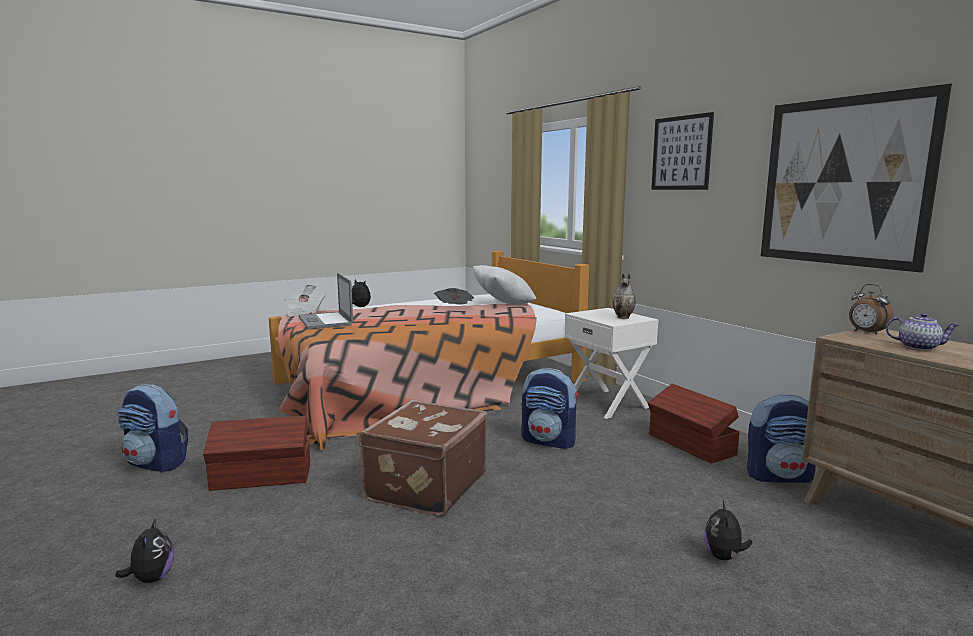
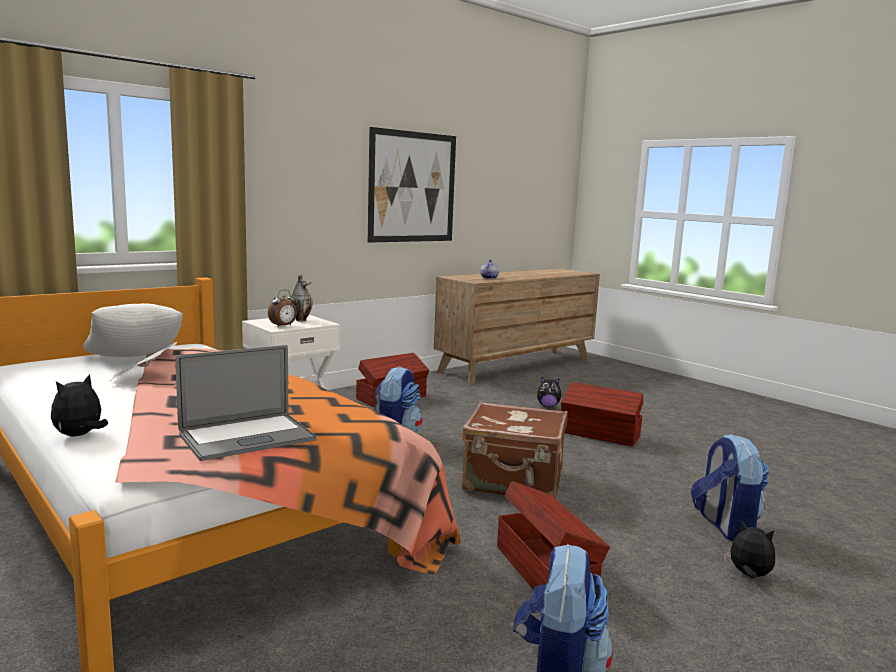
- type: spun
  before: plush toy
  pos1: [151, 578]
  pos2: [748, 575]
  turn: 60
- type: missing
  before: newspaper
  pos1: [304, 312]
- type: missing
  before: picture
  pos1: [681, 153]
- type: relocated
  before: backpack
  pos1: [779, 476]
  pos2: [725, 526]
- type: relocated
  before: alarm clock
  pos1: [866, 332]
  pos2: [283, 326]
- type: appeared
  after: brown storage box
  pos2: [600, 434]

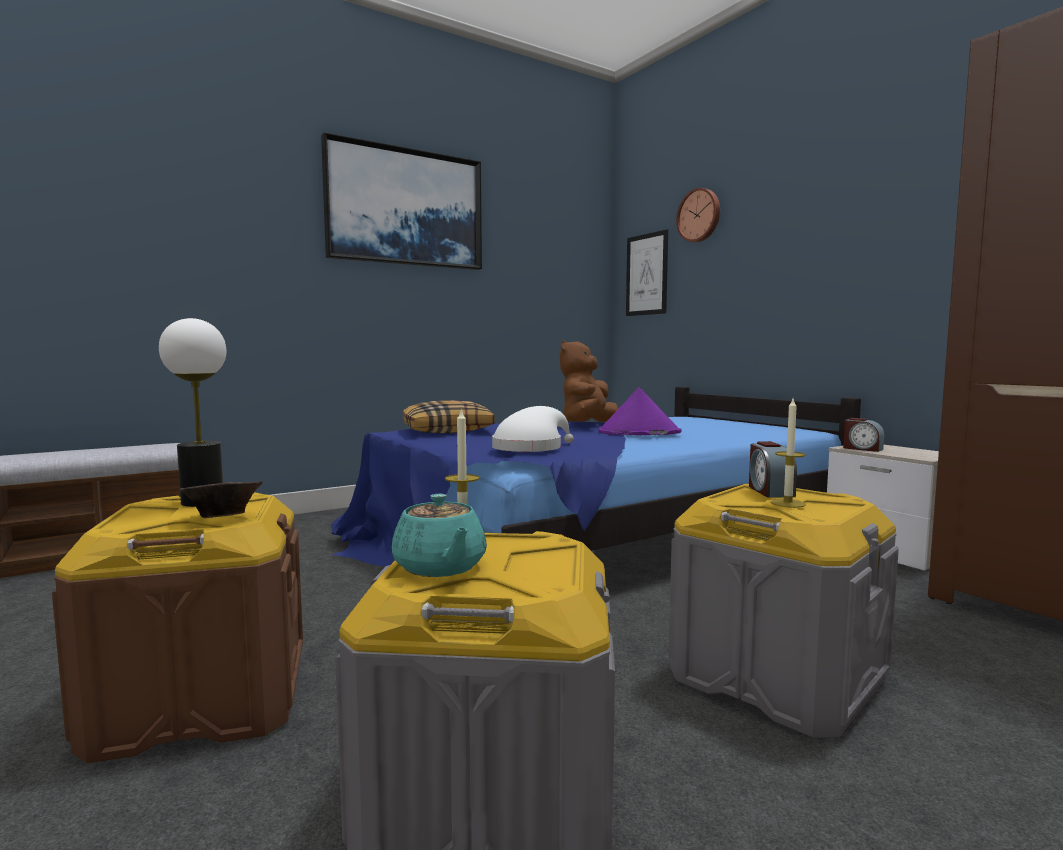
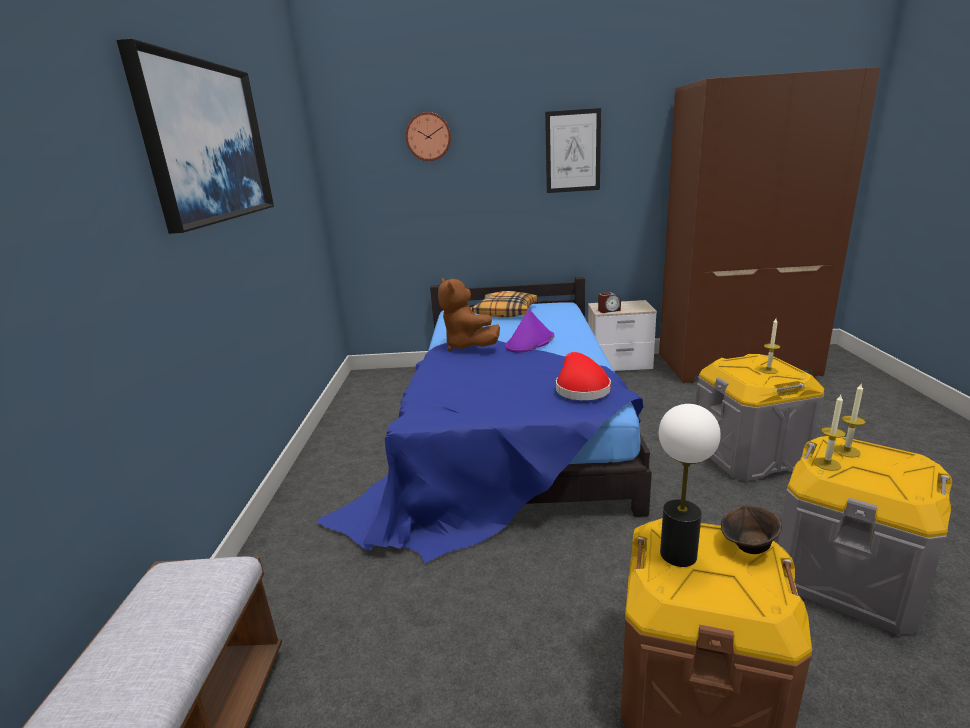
- type: missing
  before: turquoise teapot
  pos1: [440, 567]
- type: relocated
  before: pillow
  pos1: [448, 430]
  pos2: [506, 312]
- type: colour
  before: white hat
  after: red hat
  pos1: [531, 448]
  pos2: [580, 388]
- type: relocated
  before: picture
  pos1: [646, 274]
  pos2: [573, 151]
- type: missing
  before: alarm clock
  pos1: [769, 491]
- type: appeared
  after: candle
  pos2: [846, 451]

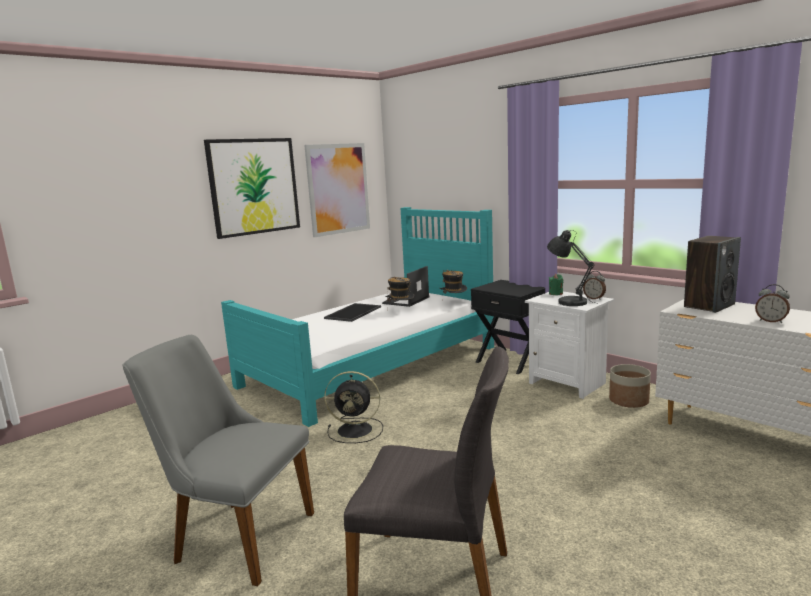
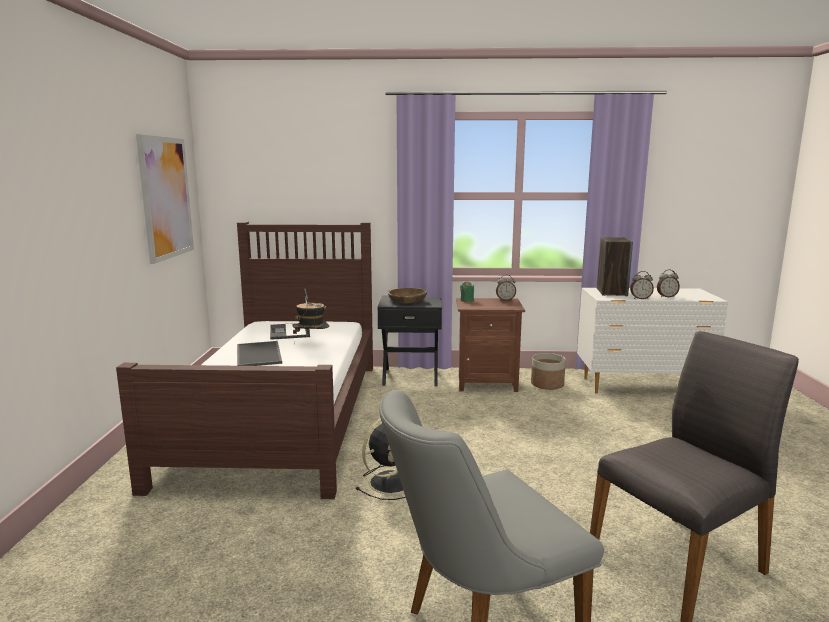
- type: missing
  before: picture
  pos1: [254, 186]
- type: colour
  before: turquoise bed
  after: brown bed
  pos1: [372, 365]
  pos2: [282, 416]
- type: missing
  before: hat
  pos1: [453, 303]
- type: colour
  before: white nightstand
  after: brown nightstand
  pos1: [568, 383]
  pos2: [486, 383]
- type: missing
  before: grey table lamp
  pos1: [569, 302]
- type: appeared
  after: brown bowl
  pos2: [407, 301]
- type: appeared
  after: alarm clock
  pos2: [640, 298]

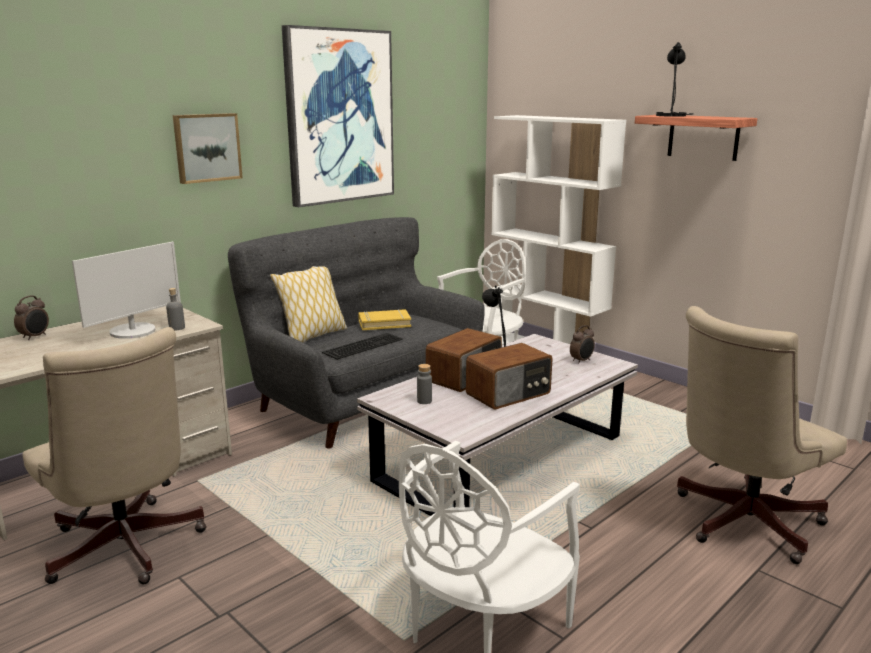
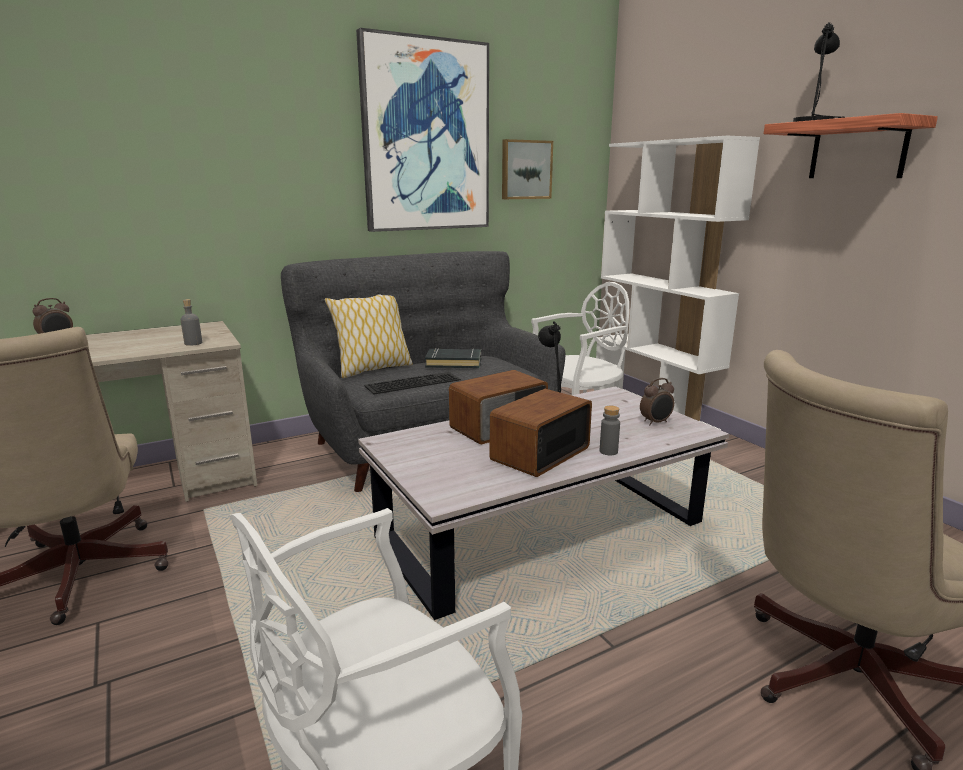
- type: missing
  before: monitor
  pos1: [133, 331]
- type: relocated
  before: picture
  pos1: [207, 147]
  pos2: [525, 170]
- type: colour
  before: yellow book
  after: black book
  pos1: [384, 323]
  pos2: [454, 363]
- type: relocated
  before: grey bottle
  pos1: [424, 401]
  pos2: [608, 451]
- type: spun
  before: radio
  pos1: [509, 394]
  pos2: [538, 453]
  turn: 150

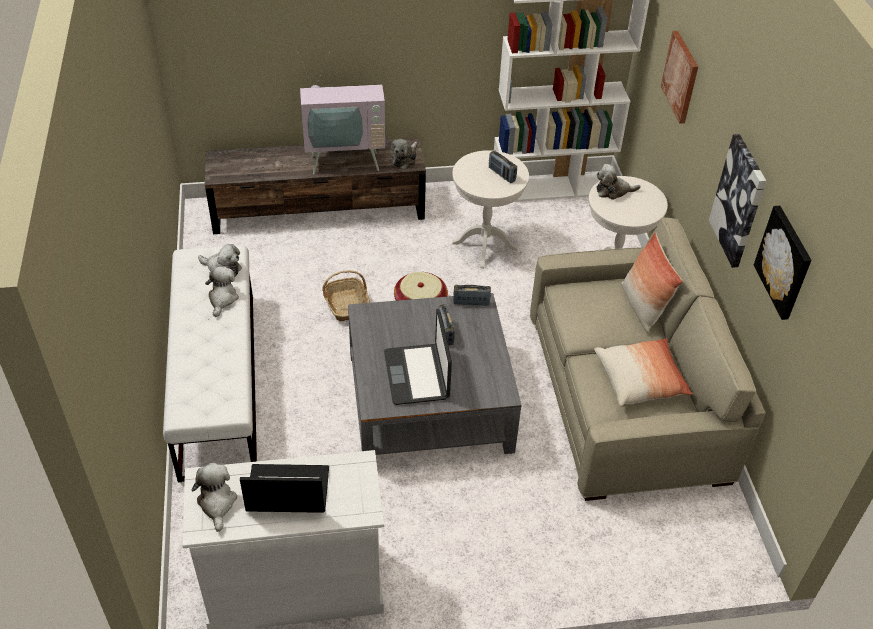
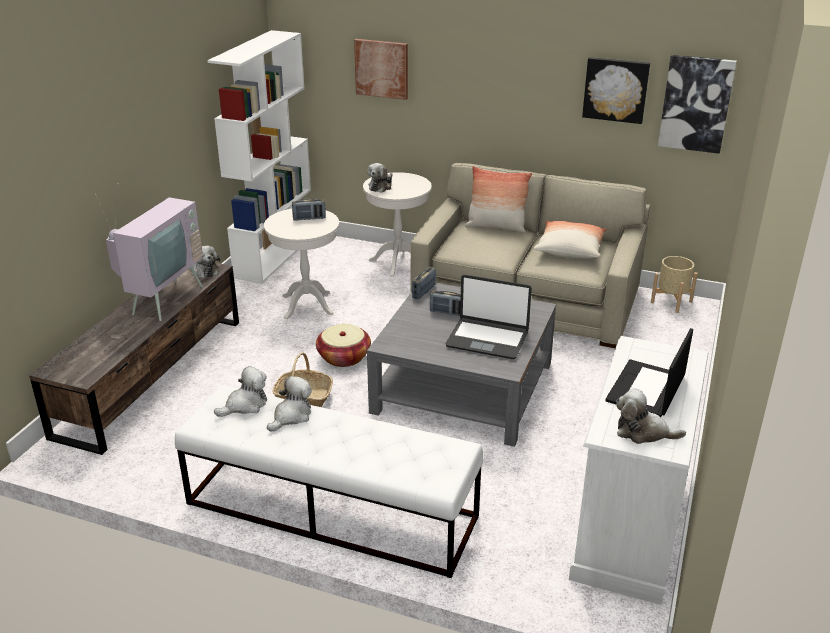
- type: spun
  before: plush toy
  pos1: [222, 299]
  pos2: [291, 416]
  turn: 90
- type: relocated
  before: picture
  pos1: [739, 201]
  pos2: [696, 103]
- type: appeared
  after: beige planter
  pos2: [671, 302]

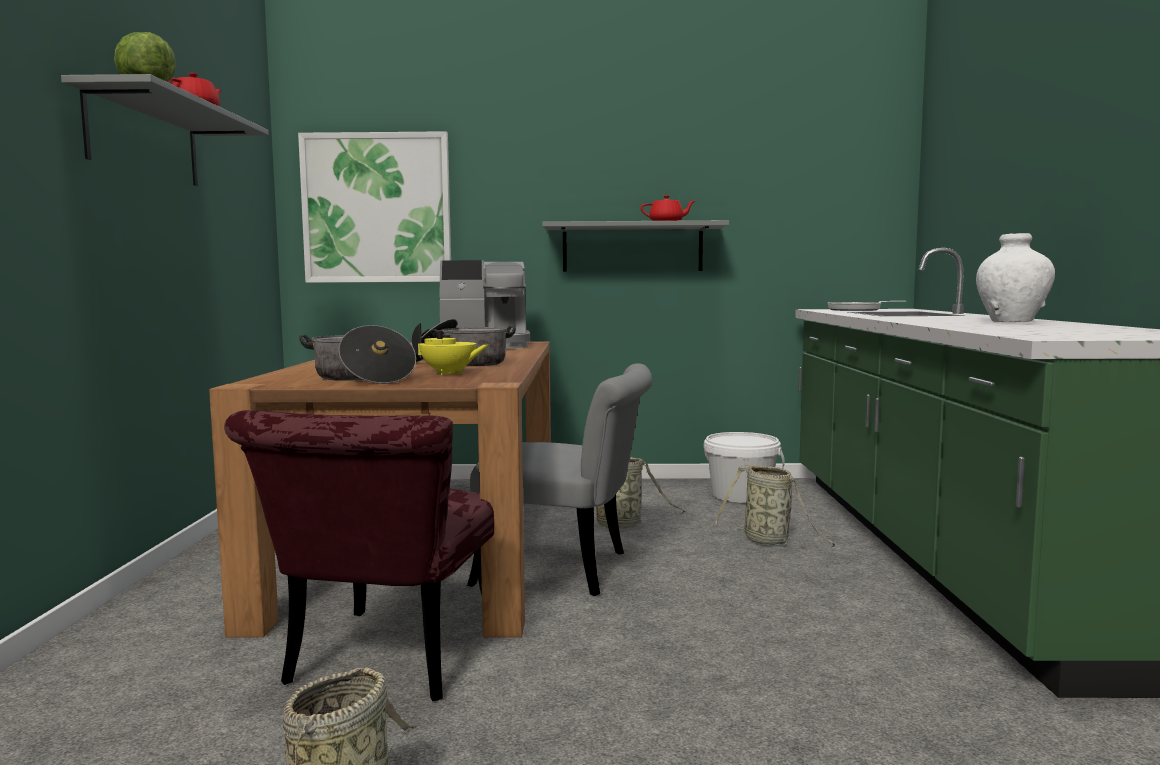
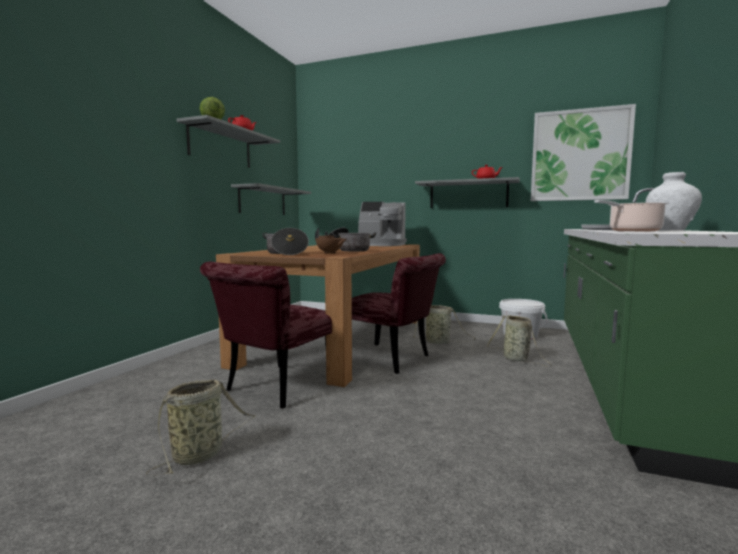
- type: relocated
  before: picture
  pos1: [377, 208]
  pos2: [579, 155]
- type: colour
  before: yellow teapot
  after: brown teapot
  pos1: [449, 373]
  pos2: [330, 253]
- type: colour
  before: grey chair
  after: red chair
  pos1: [569, 570]
  pos2: [393, 360]
- type: appeared
  after: grey shelf
  pos2: [262, 201]
- type: appeared
  after: cooking pot
  pos2: [632, 231]

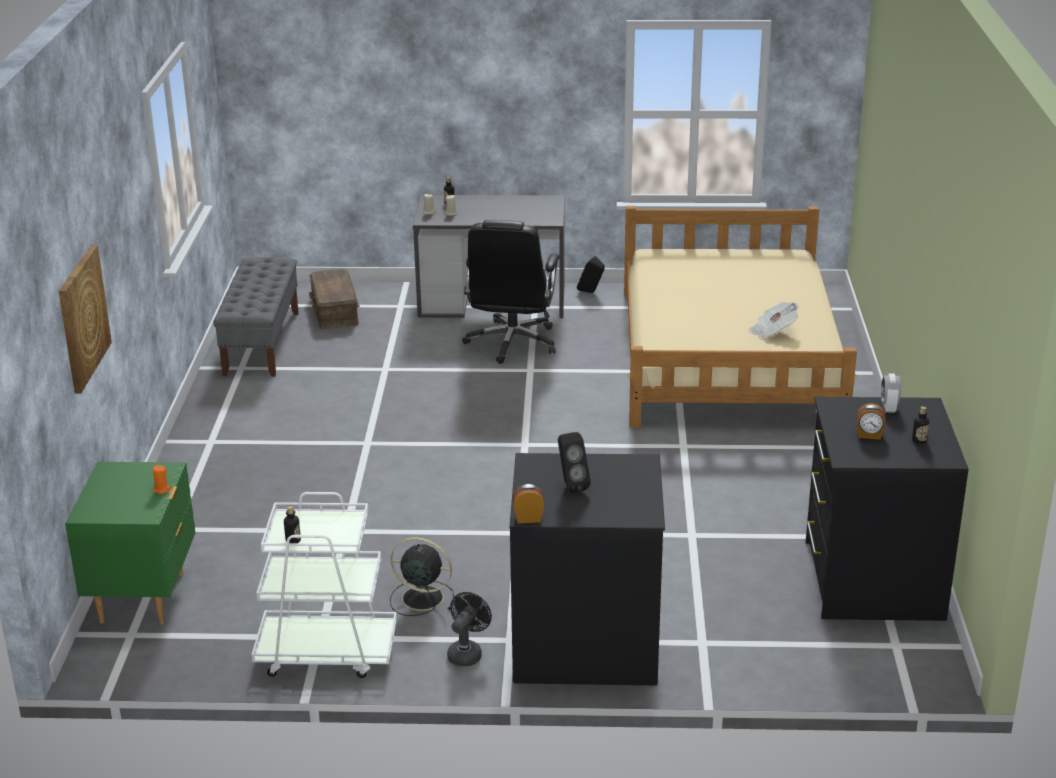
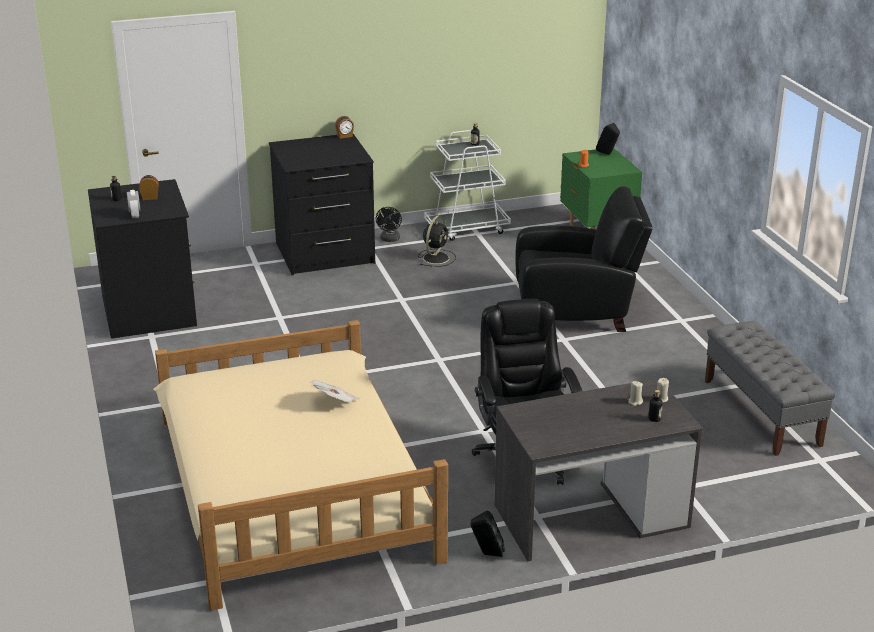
- type: missing
  before: picture
  pos1: [82, 318]
- type: missing
  before: brown storage box
  pos1: [335, 310]
- type: spun
  before: black fan
  pos1: [420, 598]
  pos2: [436, 258]
  turn: -60
- type: relocated
  before: black speaker
  pos1: [571, 486]
  pos2: [608, 154]
- type: relocated
  before: newspaper
  pos1: [773, 331]
  pos2: [335, 402]
- type: appeared
  after: black armchair
  pos2: [577, 313]

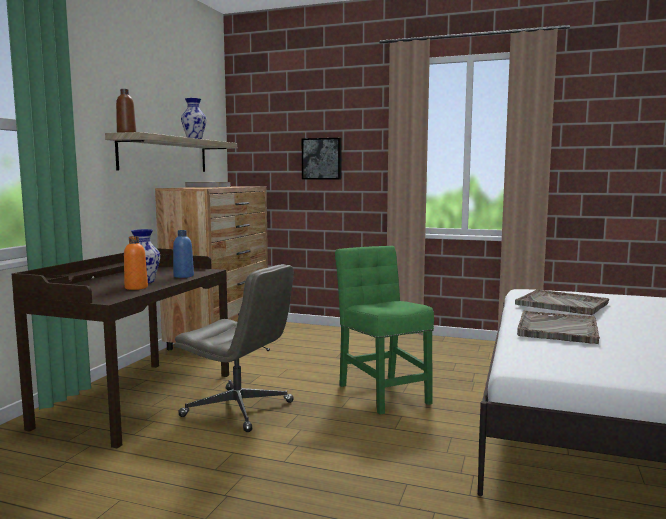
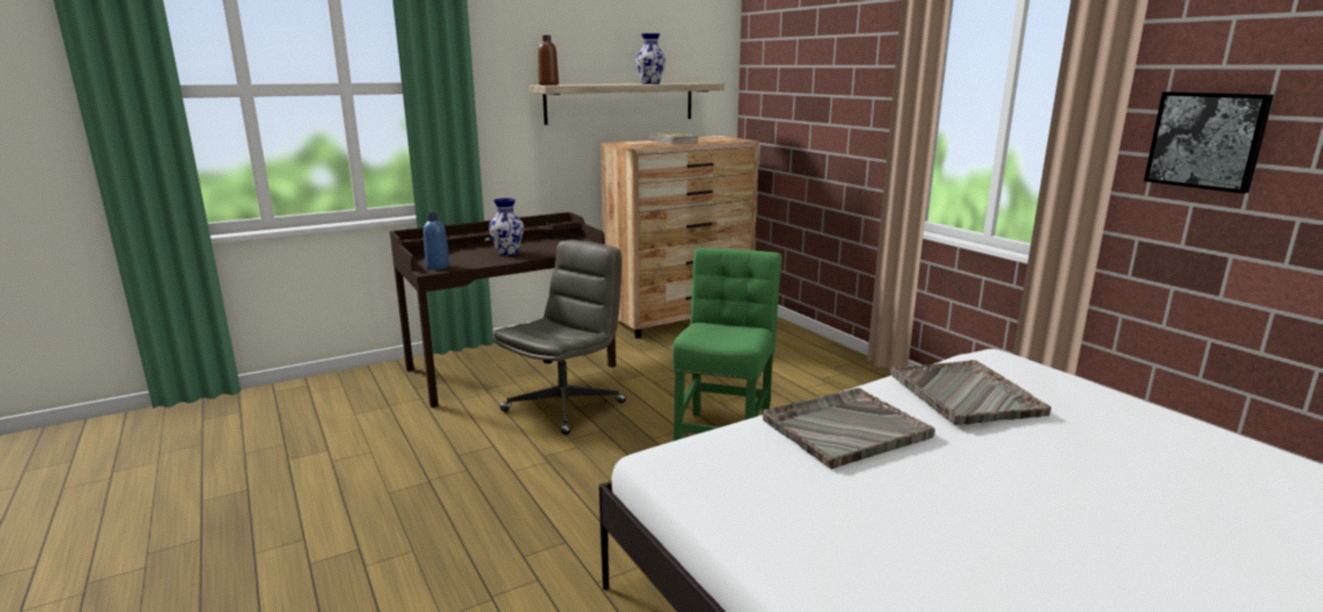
- type: missing
  before: orange bottle
  pos1: [136, 287]
- type: relocated
  before: blue bottle
  pos1: [183, 276]
  pos2: [437, 266]
- type: spun
  before: grey office chair
  pos1: [239, 409]
  pos2: [564, 406]
  turn: -120
- type: relocated
  before: picture
  pos1: [322, 158]
  pos2: [1207, 140]

